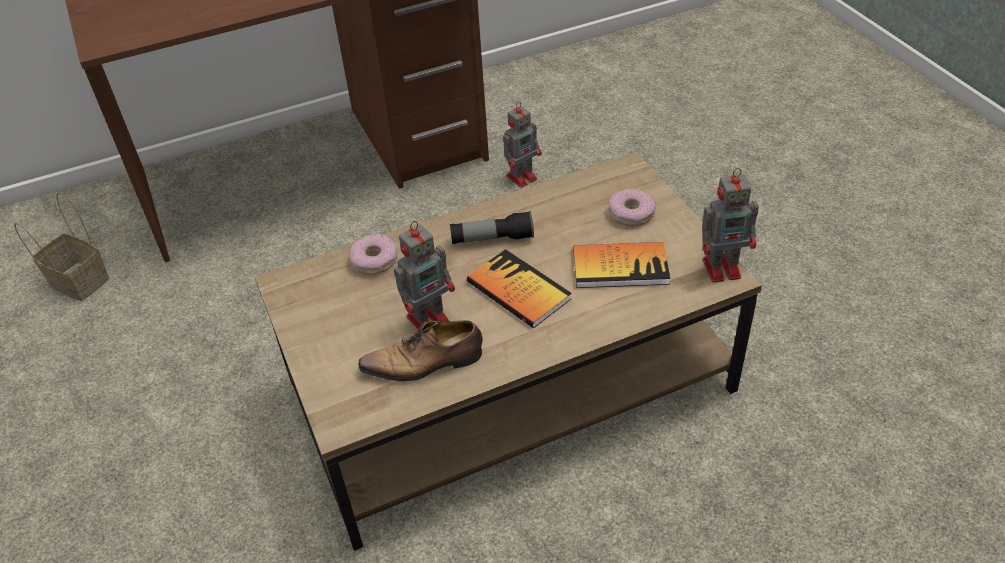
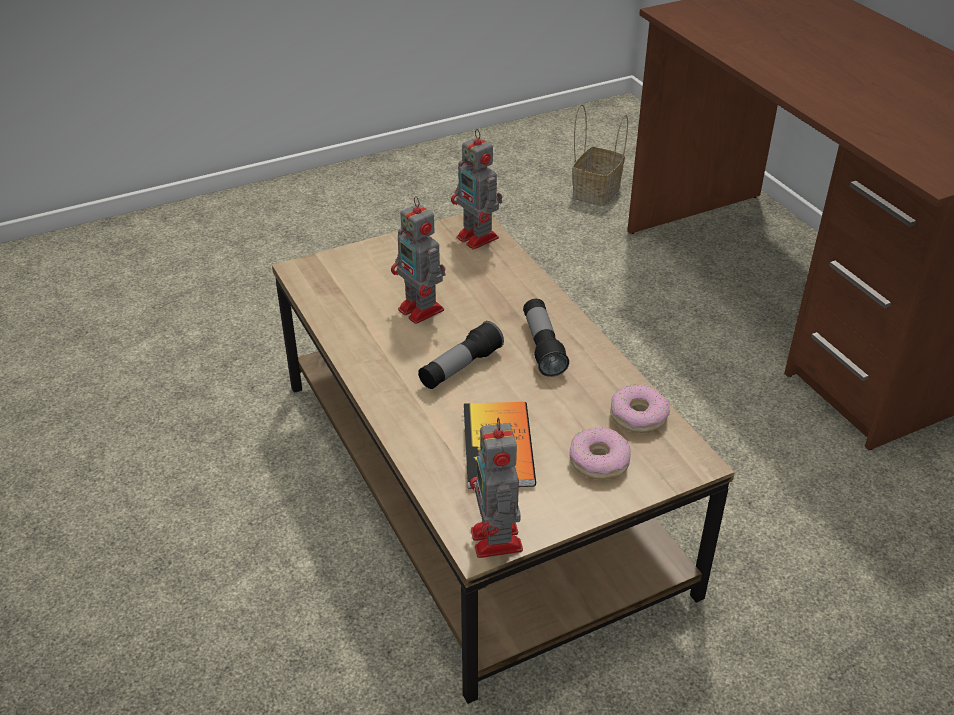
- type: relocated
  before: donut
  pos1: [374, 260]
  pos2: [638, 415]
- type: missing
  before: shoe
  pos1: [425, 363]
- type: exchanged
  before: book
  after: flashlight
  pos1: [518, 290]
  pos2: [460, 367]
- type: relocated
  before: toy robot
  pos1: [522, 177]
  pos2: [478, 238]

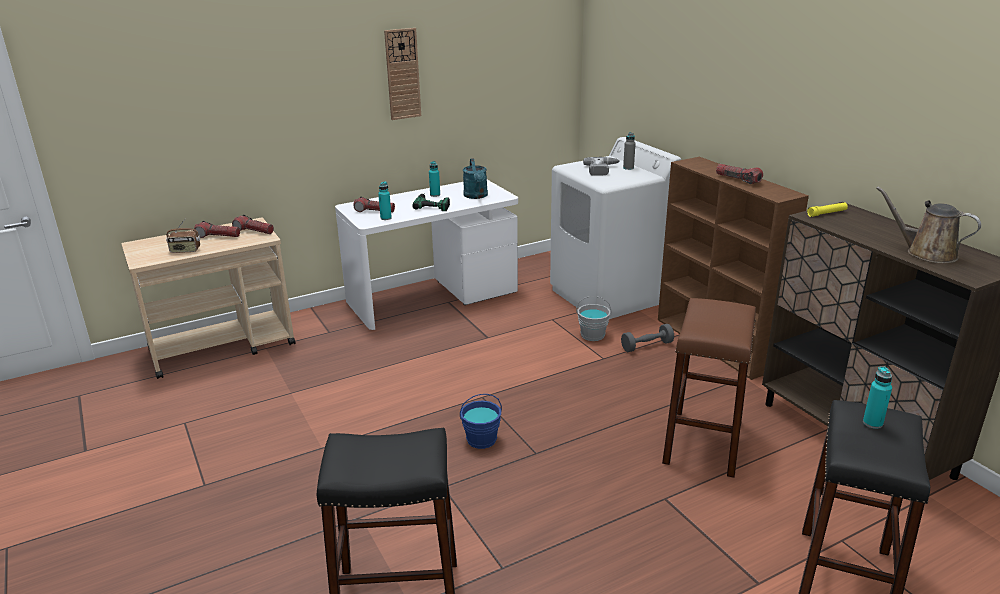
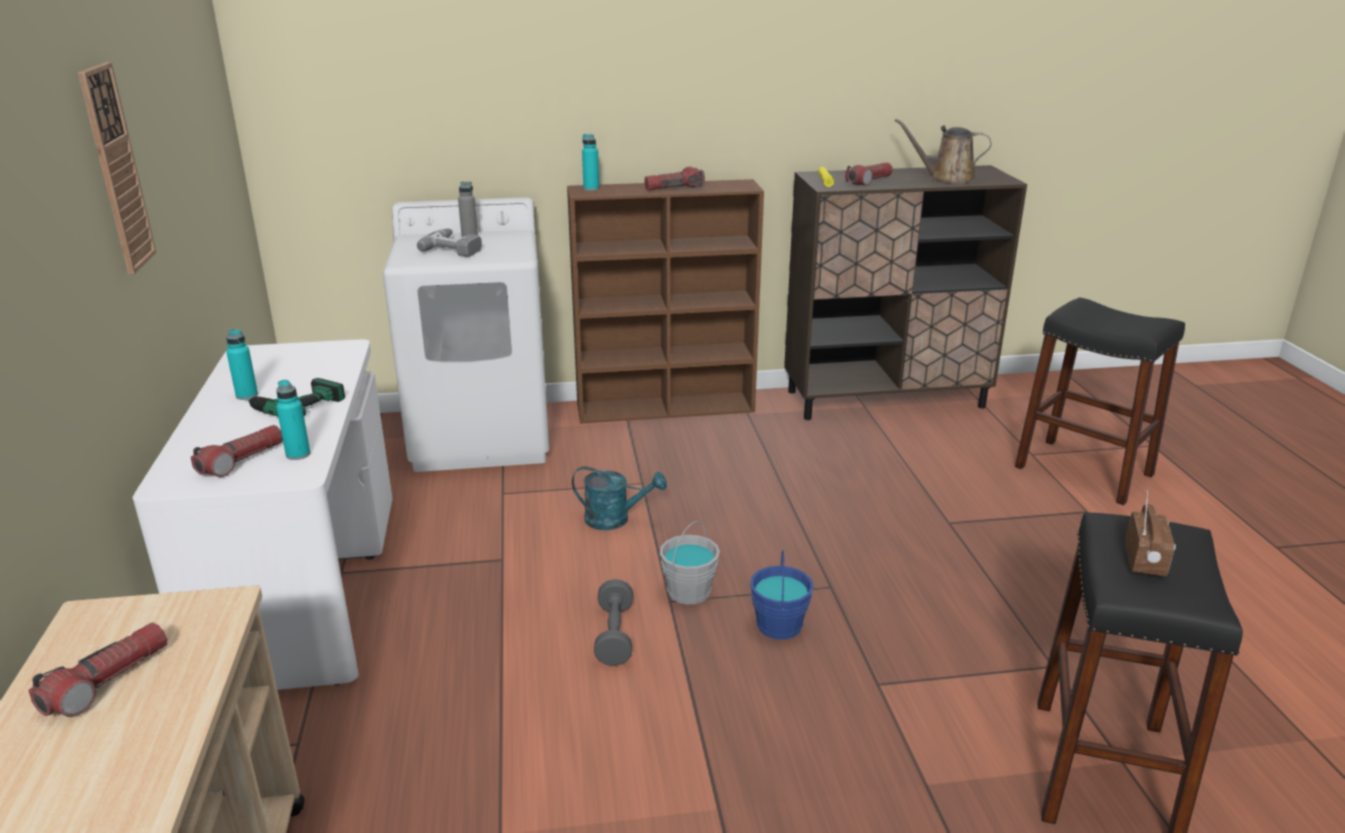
- type: relocated
  before: radio
  pos1: [185, 250]
  pos2: [1145, 561]
- type: relocated
  before: flashlight
  pos1: [254, 231]
  pos2: [869, 181]
- type: relocated
  before: turquoise watering can
  pos1: [476, 196]
  pos2: [615, 519]
- type: relocated
  before: grey bucket
  pos1: [592, 335]
  pos2: [689, 591]
- type: relocated
  before: grey dumbbell
  pos1: [647, 346]
  pos2: [614, 635]
- type: missing
  before: brown stool
  pos1: [703, 442]
- type: relocated
  before: turquoise bottle
  pos1: [872, 423]
  pos2: [591, 188]
- type: spun
  before: brown watering can
  pos1: [926, 253]
  pos2: [946, 178]
  turn: 45

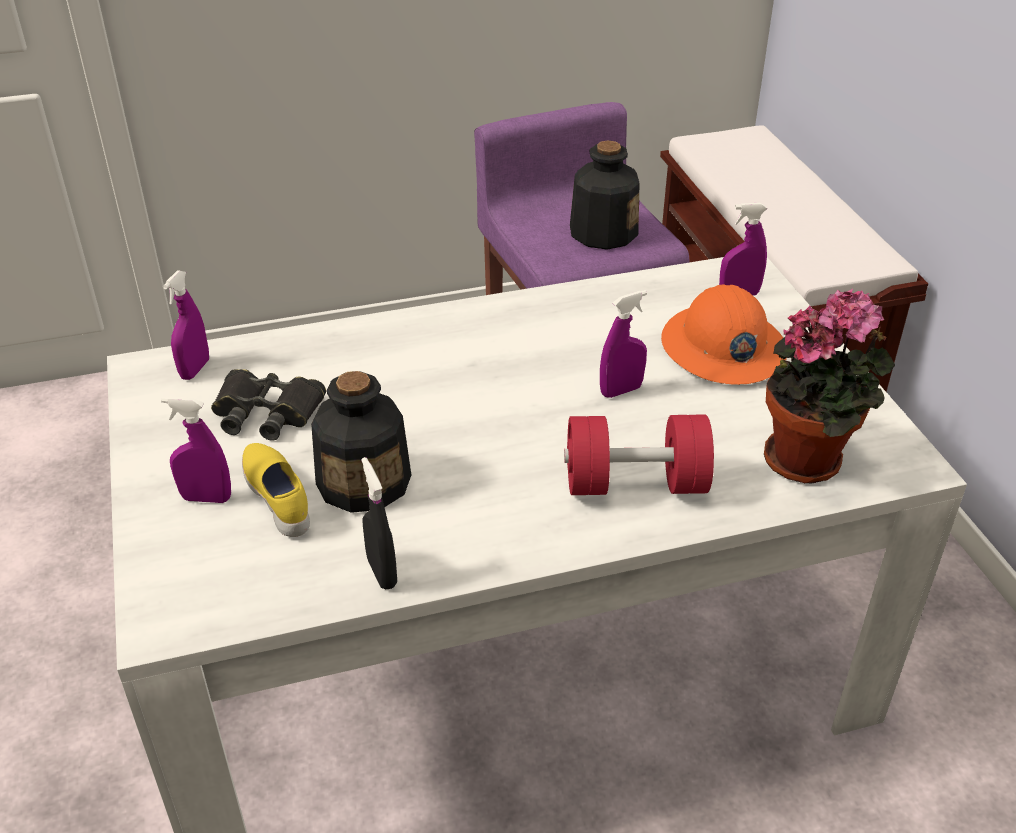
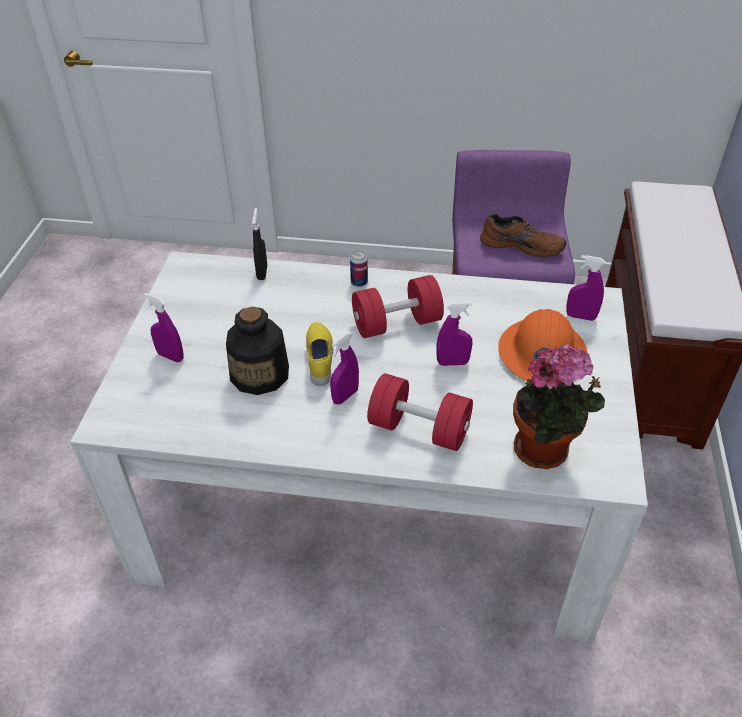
- type: relocated
  before: purple spray bottle
  pos1: [195, 369]
  pos2: [345, 396]
- type: missing
  before: black binoculars
  pos1: [267, 412]
- type: relocated
  before: yellow shoe
  pos1: [280, 499]
  pos2: [320, 360]
- type: relocated
  before: black spray bottle
  pos1: [382, 573]
  pos2: [262, 272]
- type: exchanged
  before: bottle
  after: brown shoe
  pos1: [602, 232]
  pos2: [522, 244]
- type: appeared
  after: can
  pos2: [359, 282]
- type: appeared
  after: red dumbbell
  pos2: [397, 323]

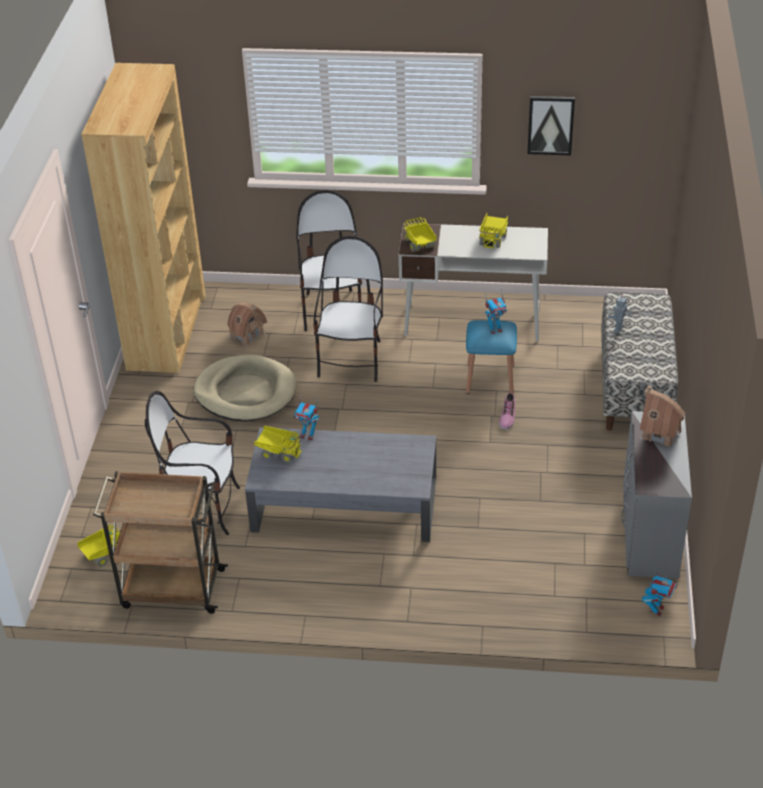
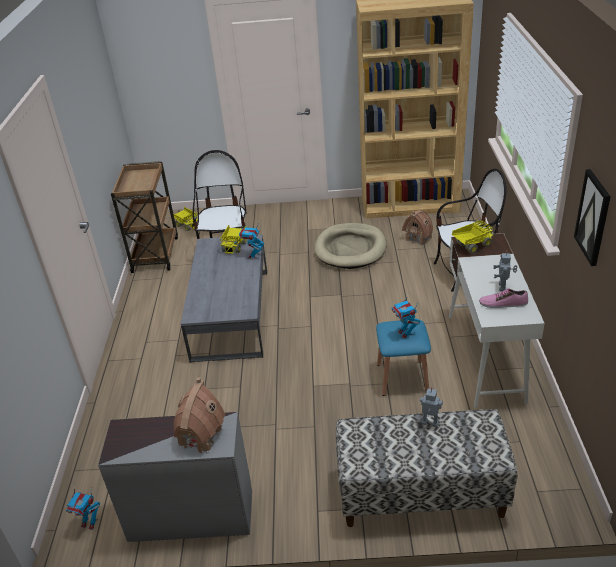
- type: missing
  before: chair
  pos1: [352, 360]
- type: exchanged
  before: toy truck
  after: toy robot
  pos1: [493, 238]
  pos2: [503, 287]
- type: relocated
  before: shoe
  pos1: [507, 416]
  pos2: [503, 303]

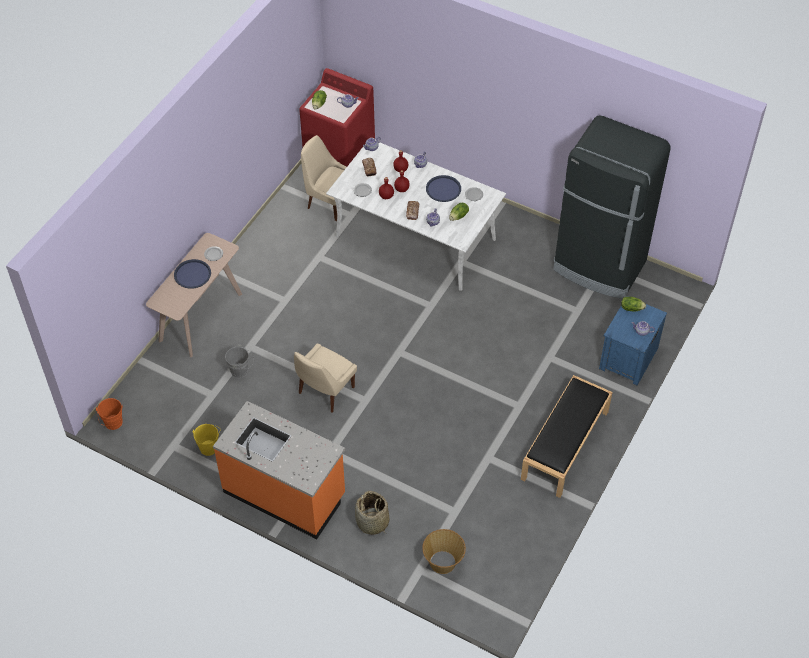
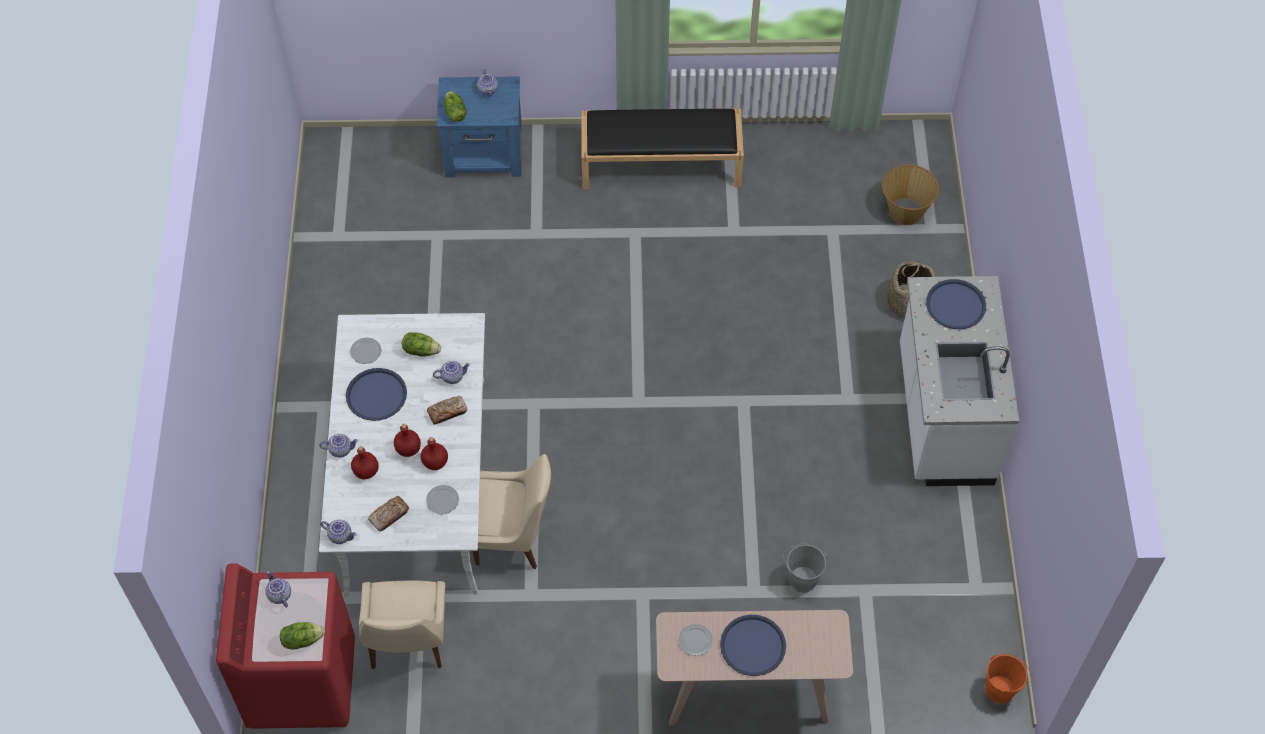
- type: missing
  before: yellow bucket
  pos1: [209, 446]
- type: colour
  before: orange counter
  after: white counter
  pos1: [285, 493]
  pos2: [942, 415]
- type: relocated
  before: beige chair
  pos1: [325, 391]
  pos2: [513, 537]
- type: missing
  before: black fridge
  pos1: [599, 267]
- type: appeared
  after: blue tray
  pos2: [955, 305]

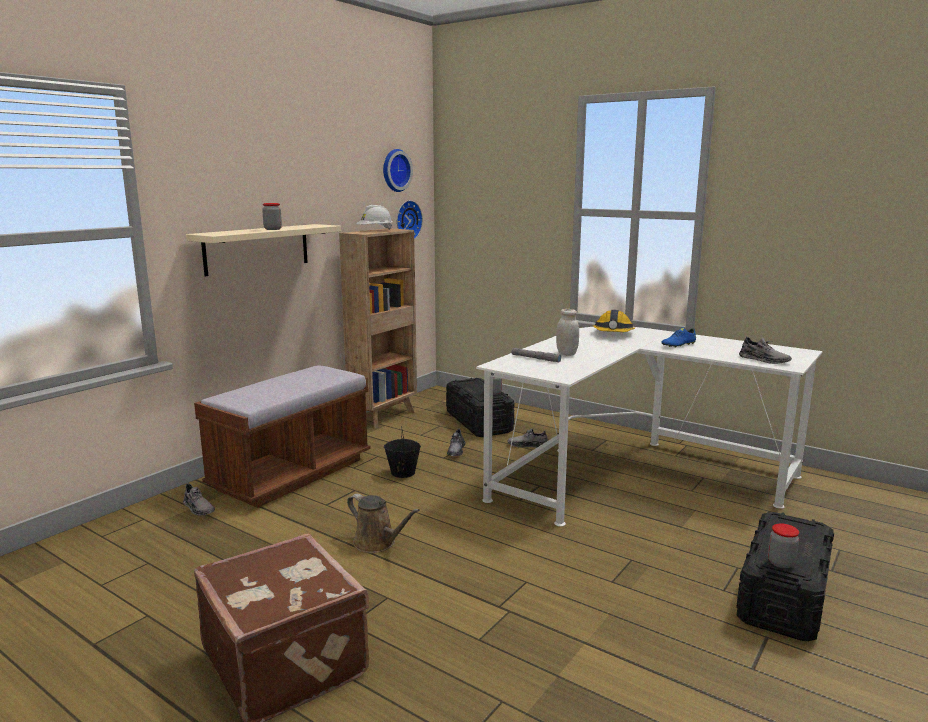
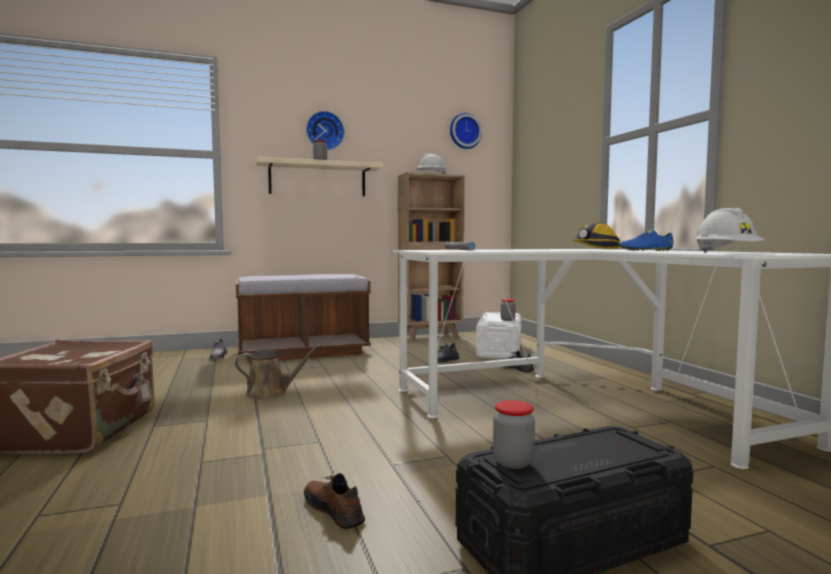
- type: spun
  before: brown watering can
  pos1: [377, 543]
  pos2: [271, 393]
  turn: -75
- type: missing
  before: black bucket
  pos1: [402, 473]
- type: relocated
  before: wall clock
  pos1: [407, 220]
  pos2: [325, 131]
- type: colour
  before: black storage box
  after: white storage box
  pos1: [479, 422]
  pos2: [499, 350]
- type: missing
  before: white jar
  pos1: [566, 354]
- type: exchanged
  before: grey shoe
  after: white hard hat
  pos1: [764, 360]
  pos2: [726, 253]
- type: appeared
  after: brown shoe
  pos2: [333, 510]

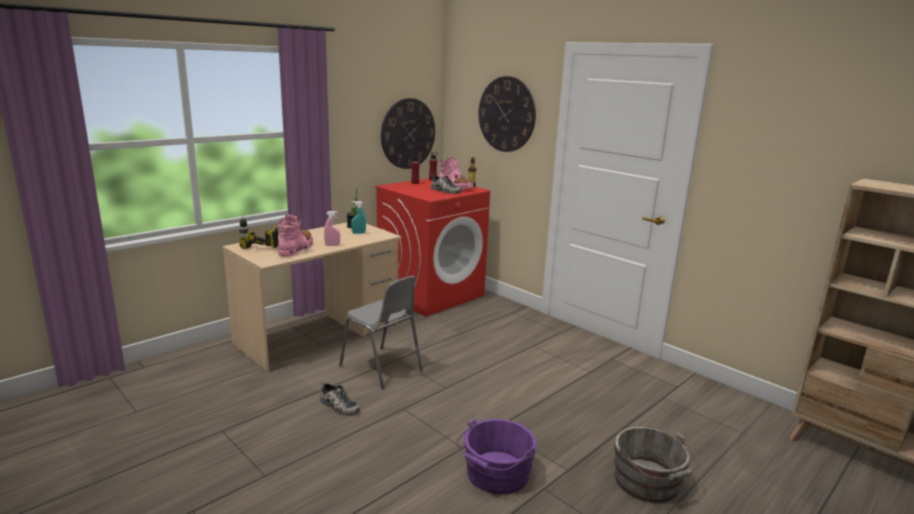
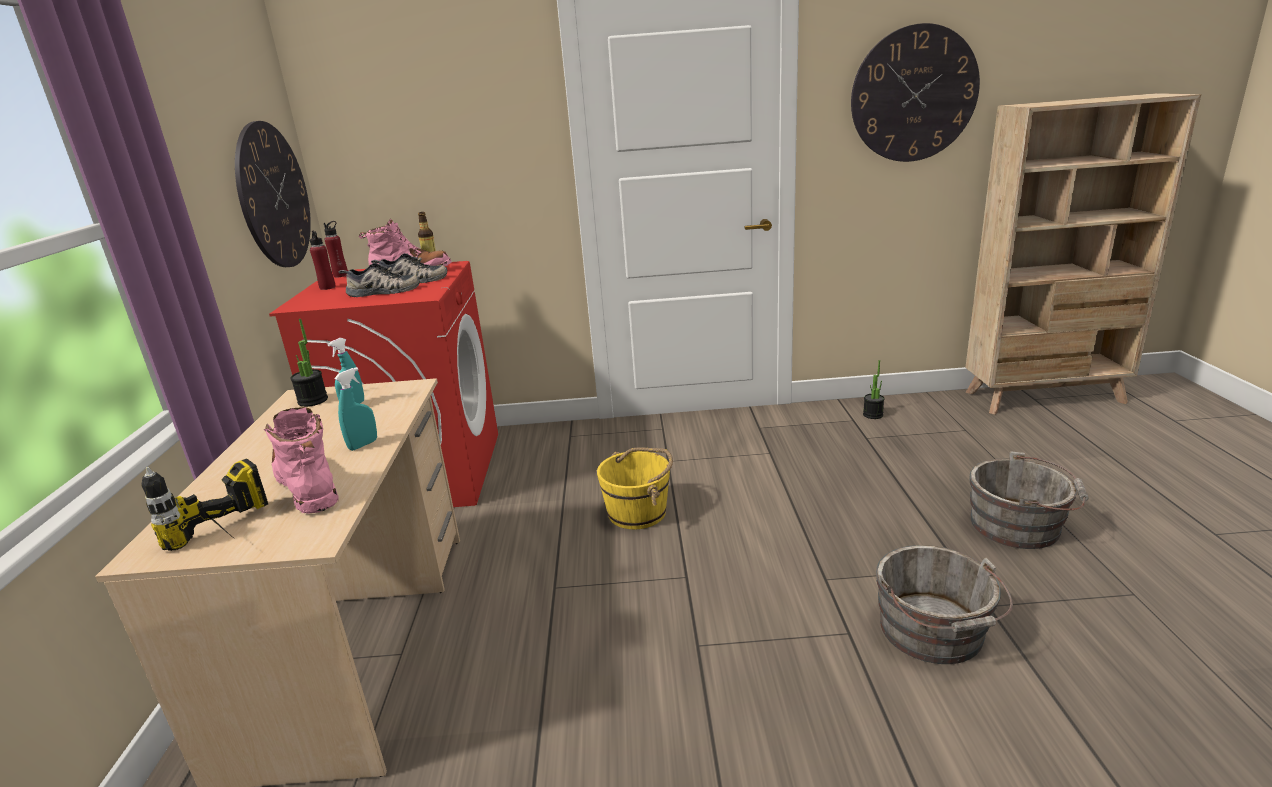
- type: relocated
  before: shoe
  pos1: [338, 406]
  pos2: [382, 292]
- type: colour
  before: pink spray bottle
  after: turquoise spray bottle
  pos1: [332, 245]
  pos2: [363, 445]
- type: missing
  before: grey chair
  pos1: [381, 368]
- type: colour
  before: purple bucket
  after: grey bucket
  pos1: [495, 475]
  pos2: [934, 633]
- type: relocated
  before: wall clock
  pos1: [506, 114]
  pos2: [914, 94]
- type: appeared
  after: yellow bucket
  pos2: [638, 512]
- type: appeared
  after: potted plant
  pos2: [873, 415]

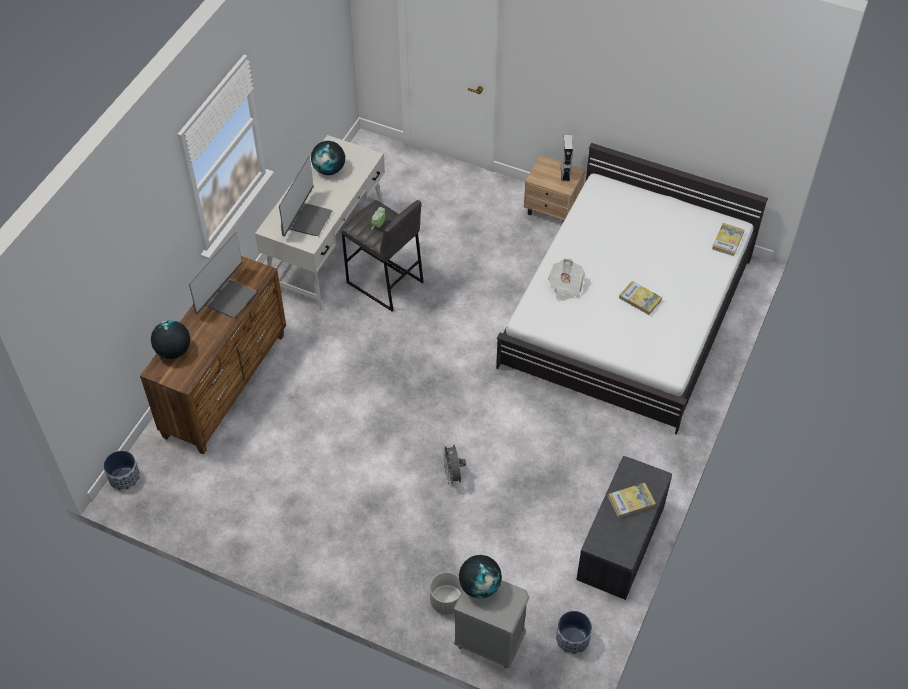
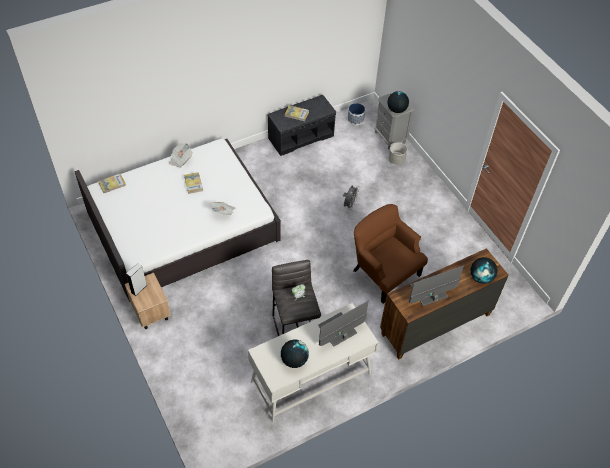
- type: missing
  before: planter
  pos1: [124, 478]
- type: appeared
  after: newspaper
  pos2: [180, 159]
- type: appeared
  after: brown armchair
  pos2: [384, 272]

